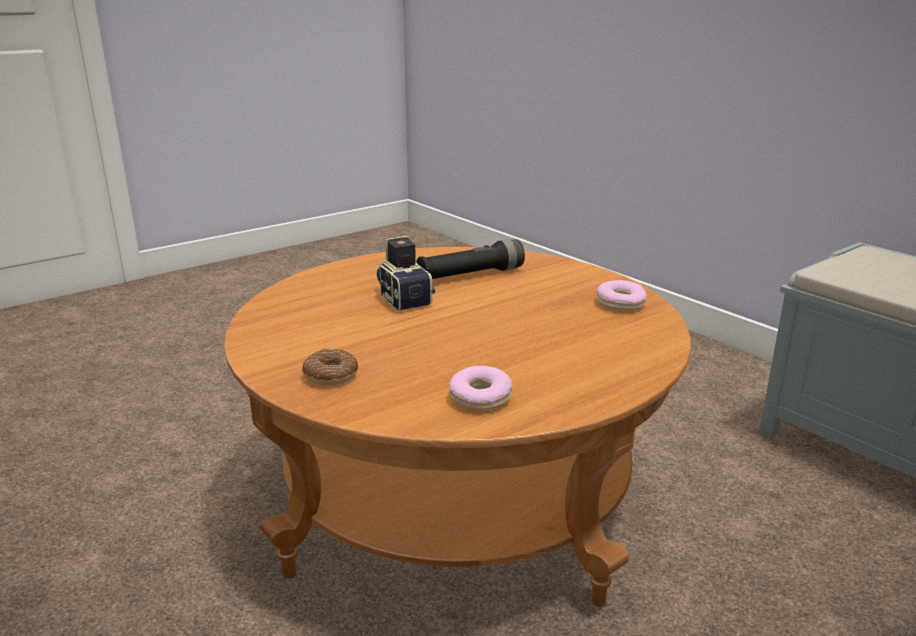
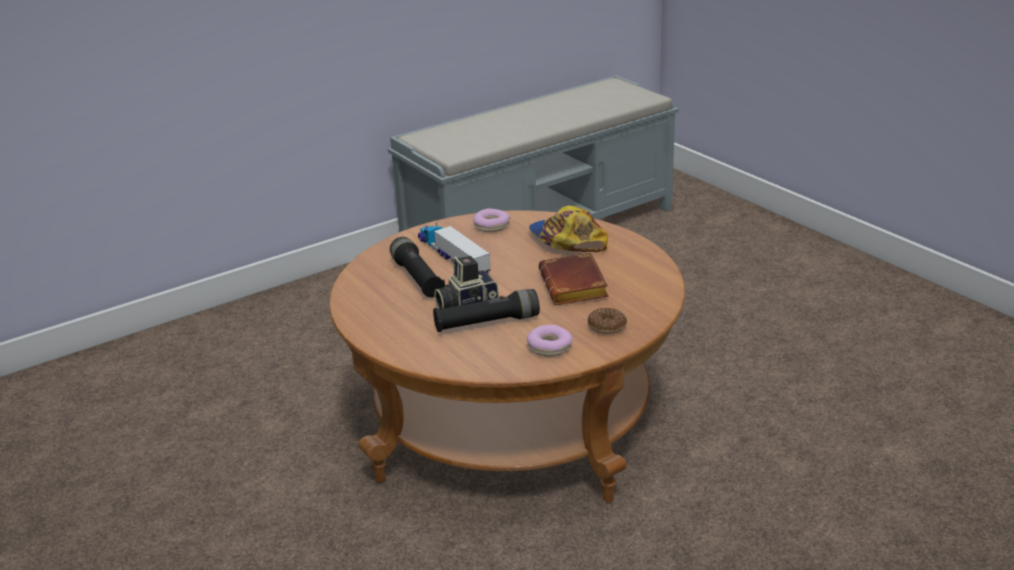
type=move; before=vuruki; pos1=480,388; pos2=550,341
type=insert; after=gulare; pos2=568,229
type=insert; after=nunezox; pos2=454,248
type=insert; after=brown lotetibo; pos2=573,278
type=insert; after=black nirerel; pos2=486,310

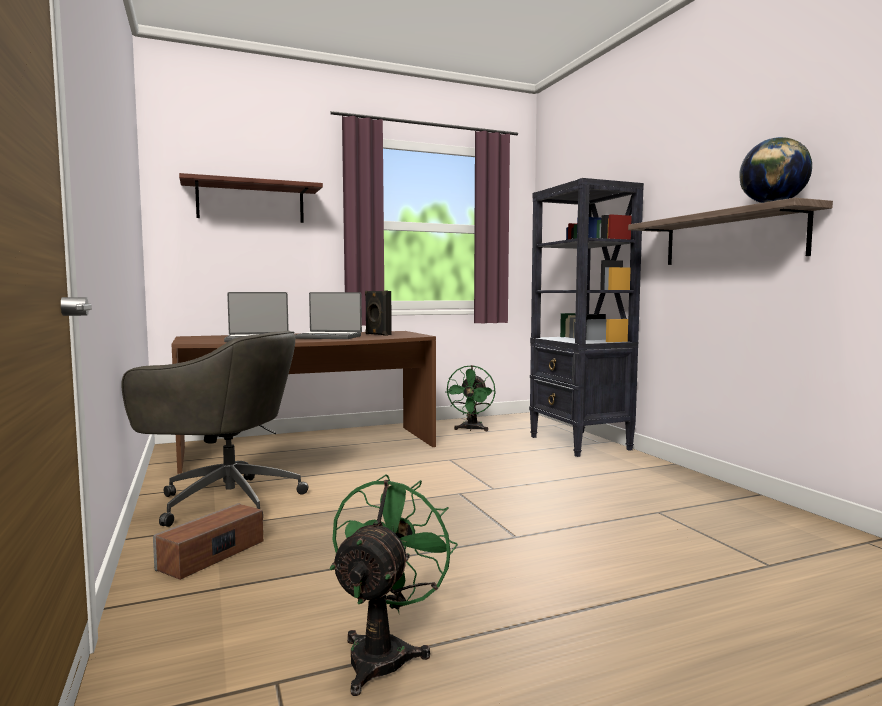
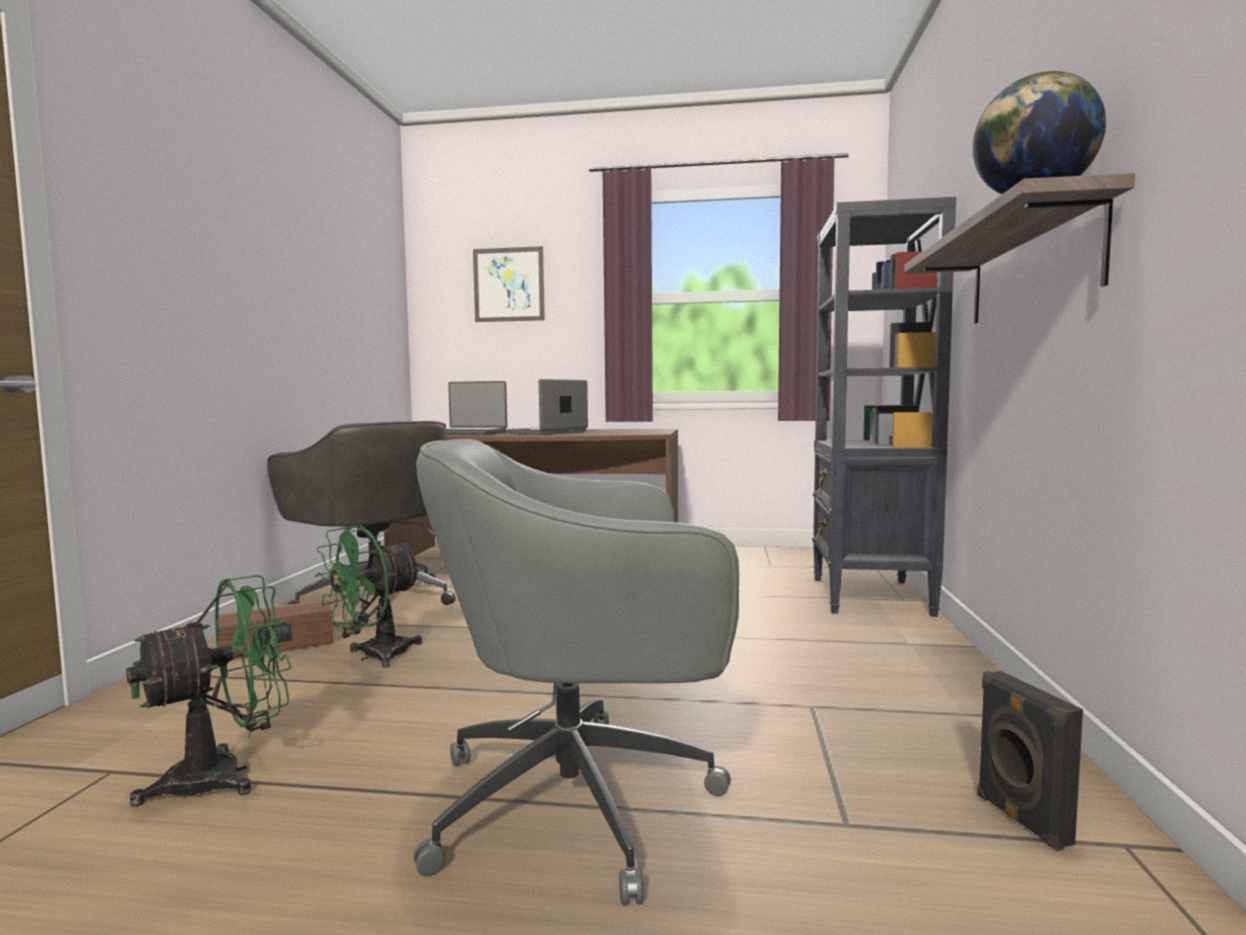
type=replace; before=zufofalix; after=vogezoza; pos1=251,198; pos2=509,284
type=move; before=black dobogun; pos1=378,313; pos2=1030,761
type=rotate; before=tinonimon; pos1=328,315; pos2=547,407; turn=90
type=move; before=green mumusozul; pos1=470,398; pos2=368,596
type=insert; after=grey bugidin; pos2=576,672

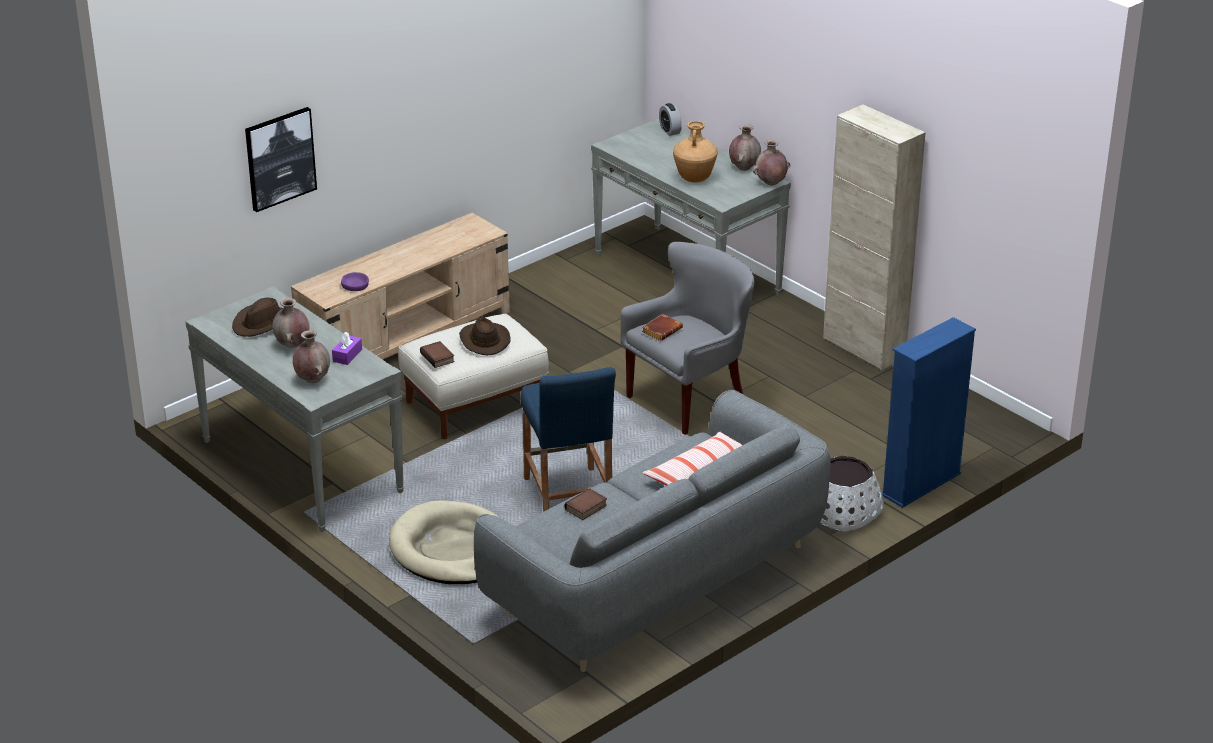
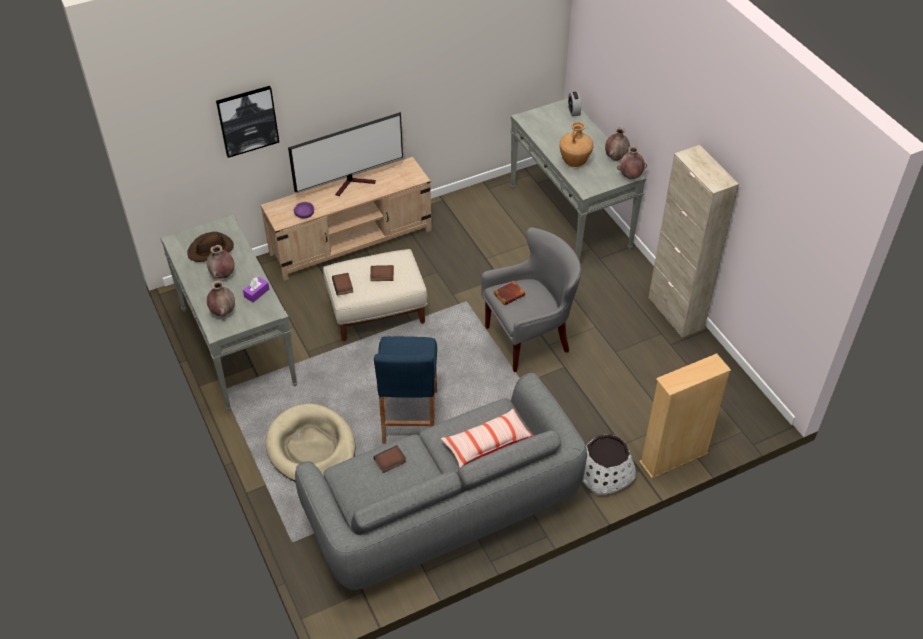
type=recolor; before=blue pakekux; after=beige pakekux; pos1=929,412; pos2=685,416
type=replace; before=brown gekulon; after=lotetibo; pos1=485,336; pos2=382,273
type=insert; after=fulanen; pos2=345,154

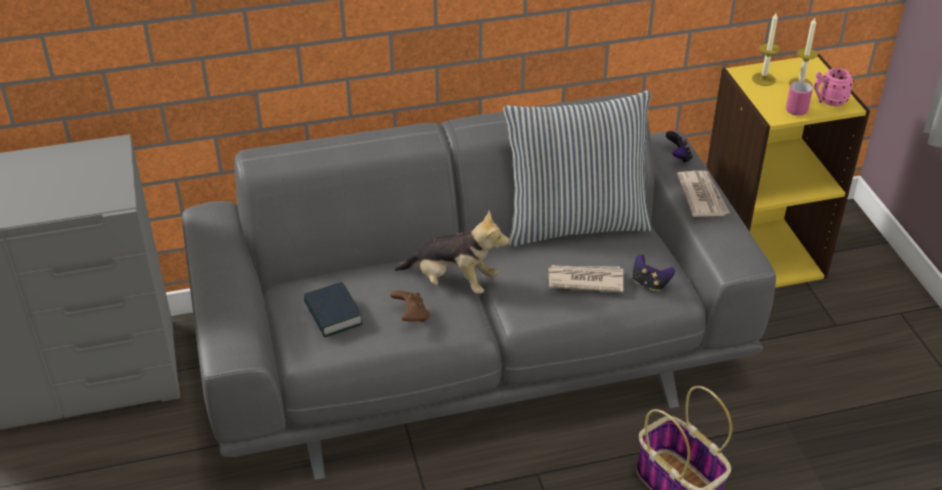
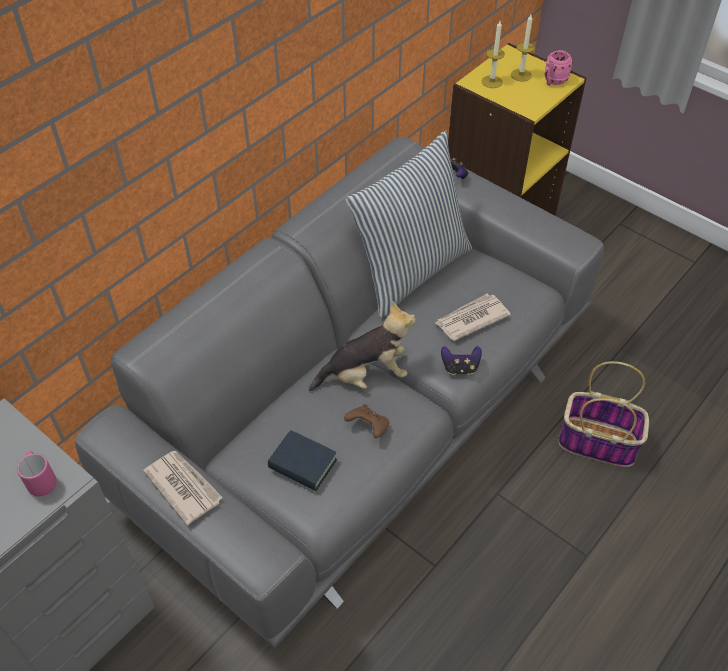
type=move; before=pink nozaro; pos1=799,98; pos2=37,473
type=move; before=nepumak; pos1=703,194; pos2=183,488
type=move; before=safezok; pos1=654,273; pos2=461,360

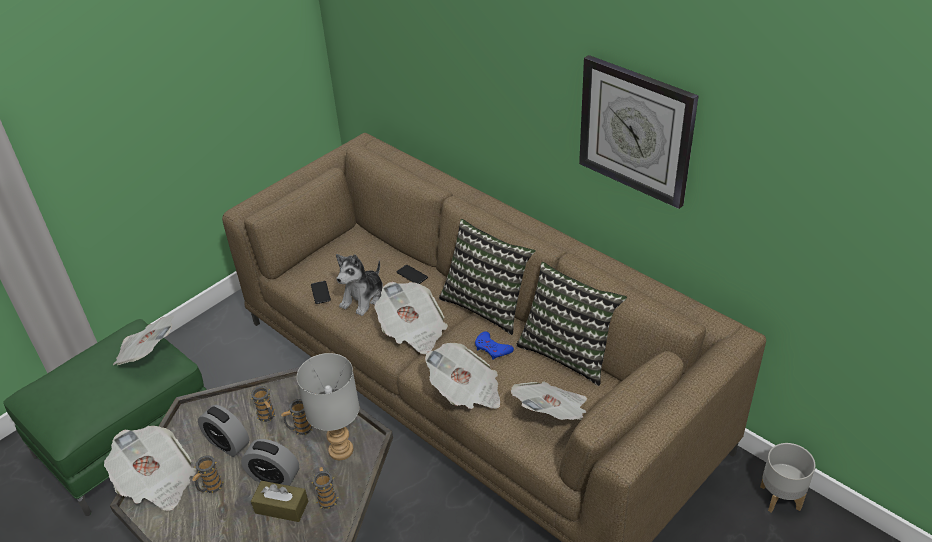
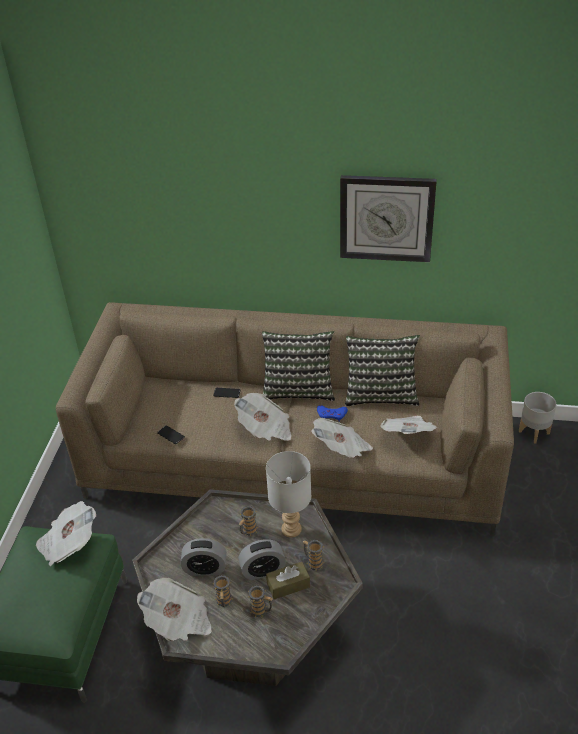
type=delete; before=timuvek; pos1=359,285
type=move; before=nozaro; pos1=263,404; pos2=260,601

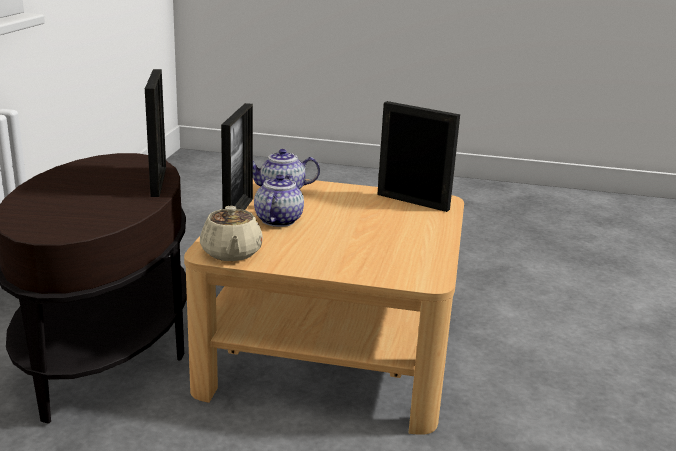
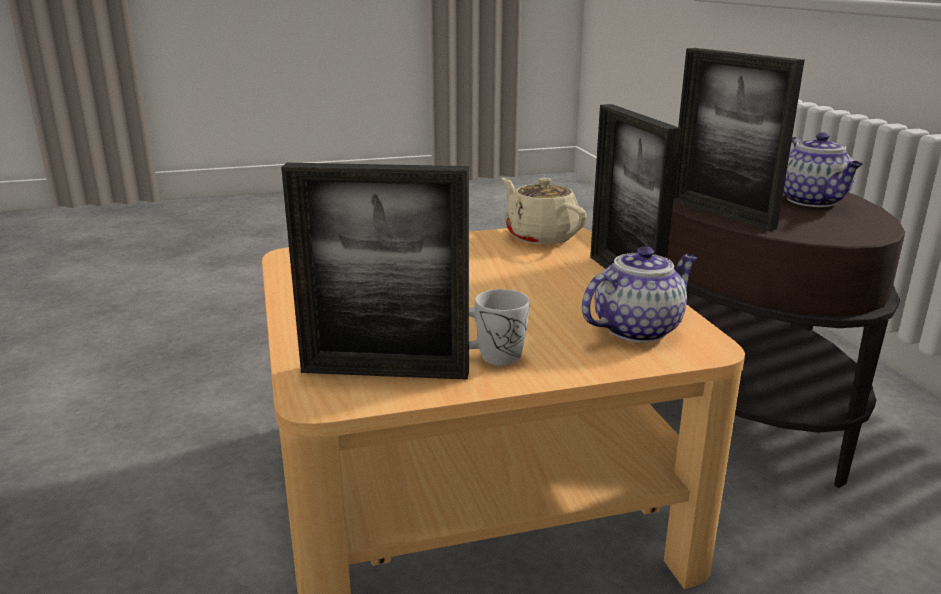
type=move; before=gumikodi; pos1=279,200; pos2=823,169
type=insert; after=white nozaro; pos2=499,327

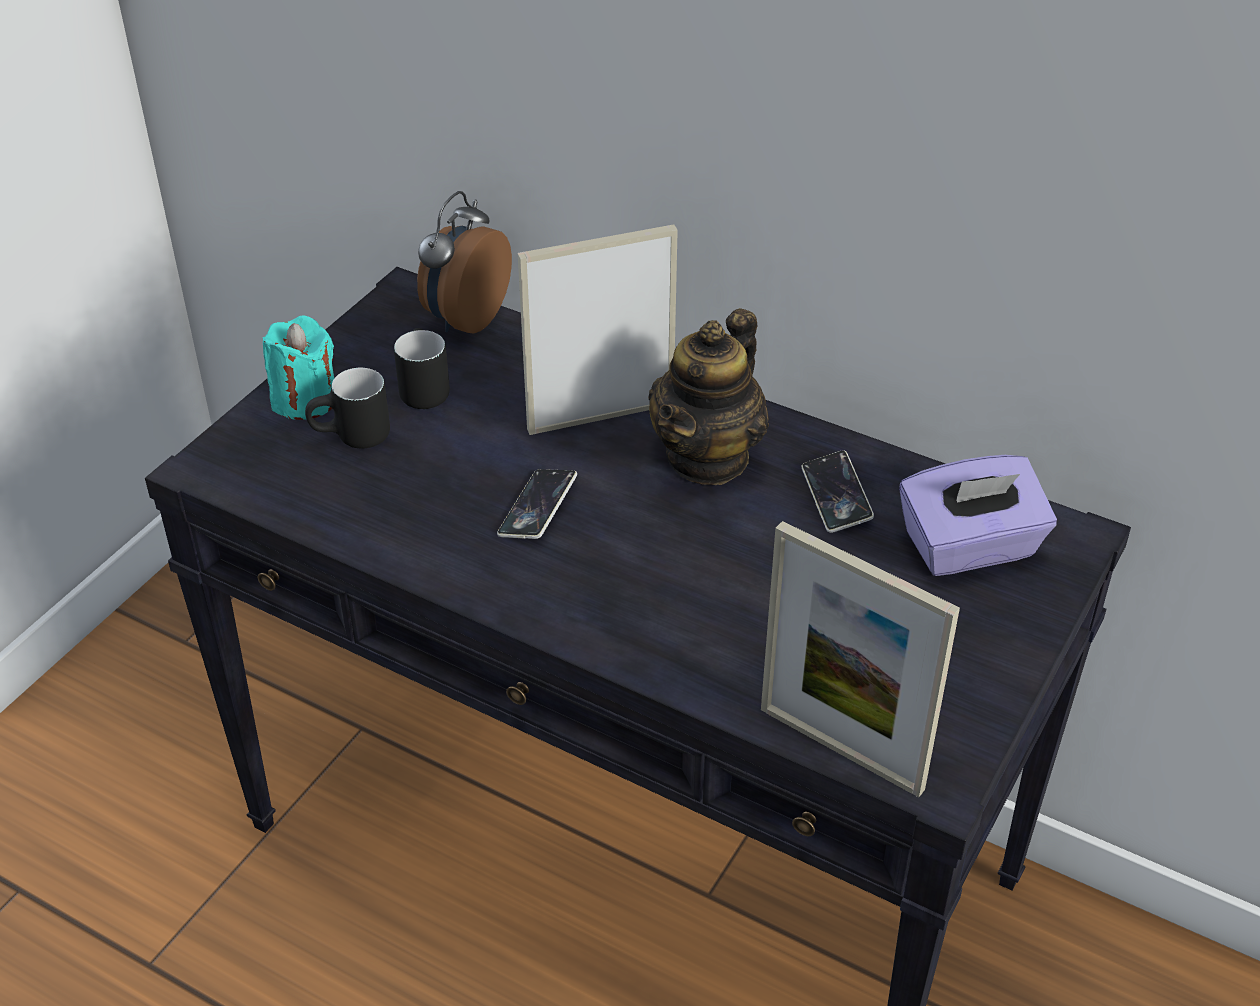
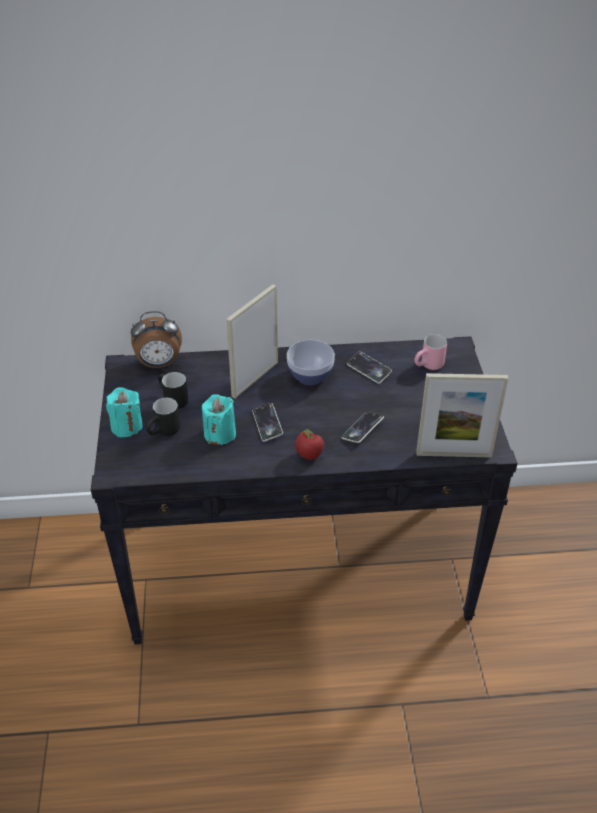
type=rotate; before=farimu; pos1=464,262; pos2=156,339; turn=-90
type=replace; before=gumikodi; after=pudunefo; pos1=708,396; pos2=311,362
type=replace; before=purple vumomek; after=pink nozaro; pos1=978,515; pos2=431,352
type=insert; after=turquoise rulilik; pos2=219,419
type=insert; after=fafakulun; pos2=362,427
type=insert; after=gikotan; pos2=309,444

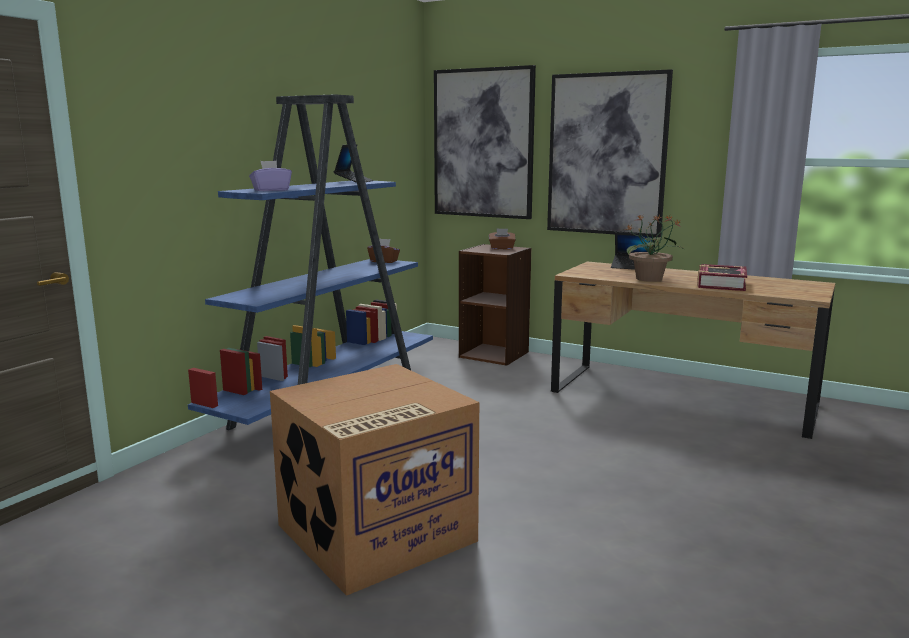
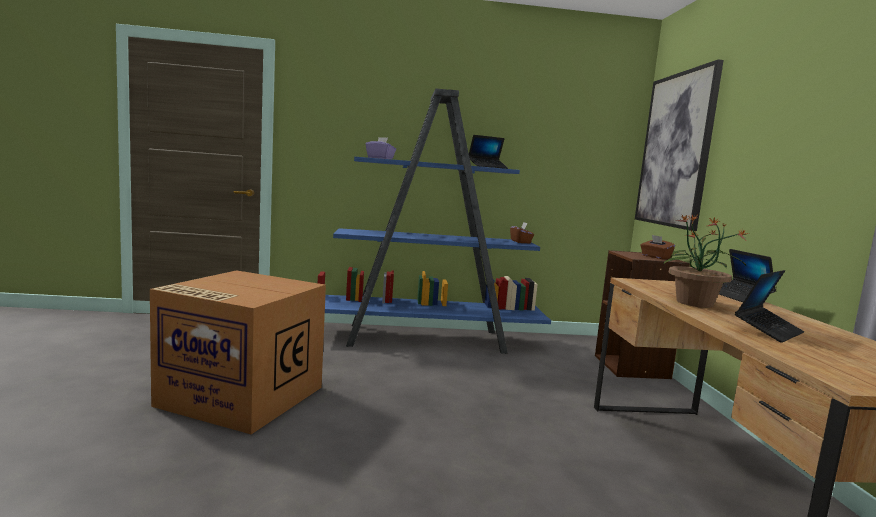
type=delete; before=vogezoza; pos1=610,153
type=replace; before=lotetibo; after=tinonimon; pos1=722,277; pos2=769,306

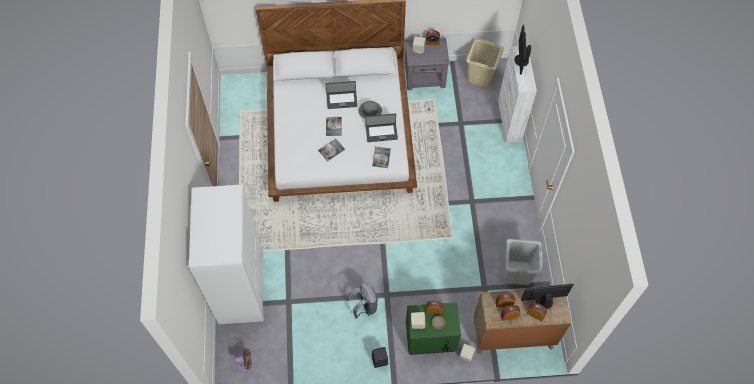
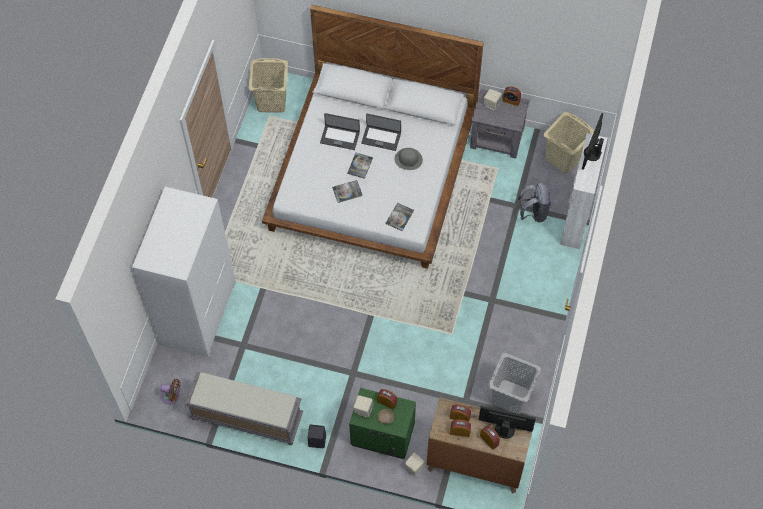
type=move; before=tinonimon; pos1=381,127; pos2=340,131
type=move; before=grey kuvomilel; pos1=362,301; pos2=534,202
type=insert; after=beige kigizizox; pos2=268,85
type=insert; after=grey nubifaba; pos2=244,408

